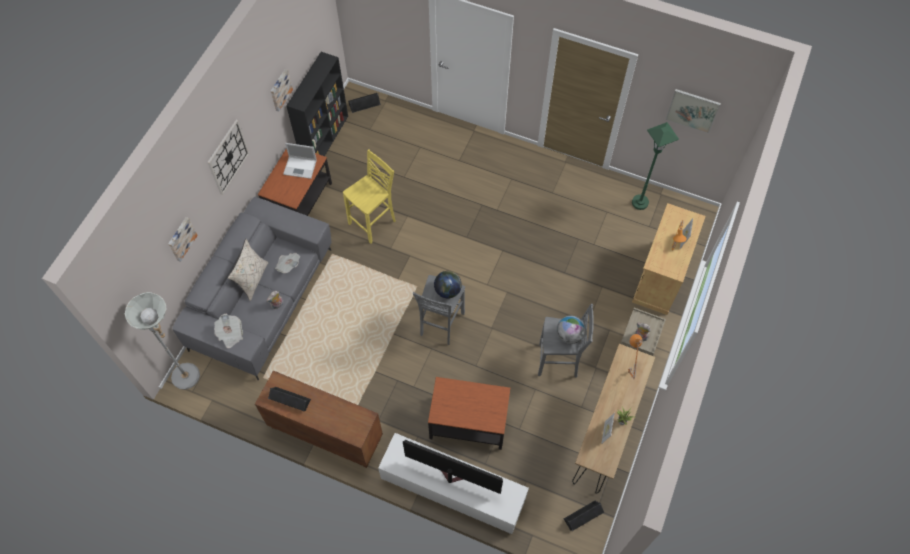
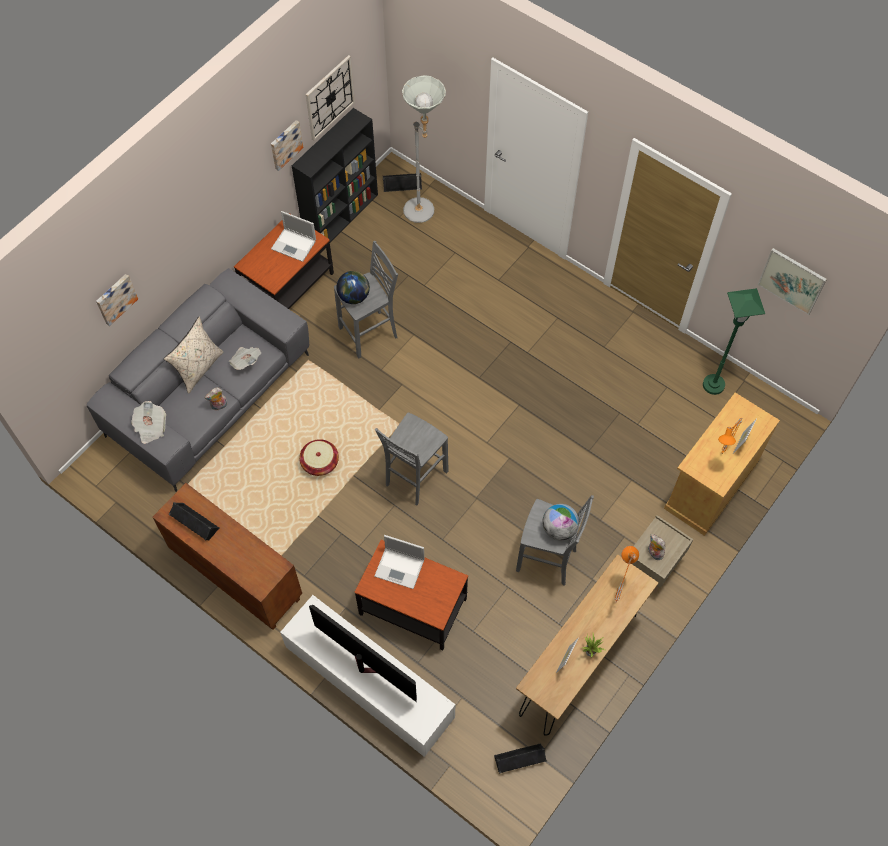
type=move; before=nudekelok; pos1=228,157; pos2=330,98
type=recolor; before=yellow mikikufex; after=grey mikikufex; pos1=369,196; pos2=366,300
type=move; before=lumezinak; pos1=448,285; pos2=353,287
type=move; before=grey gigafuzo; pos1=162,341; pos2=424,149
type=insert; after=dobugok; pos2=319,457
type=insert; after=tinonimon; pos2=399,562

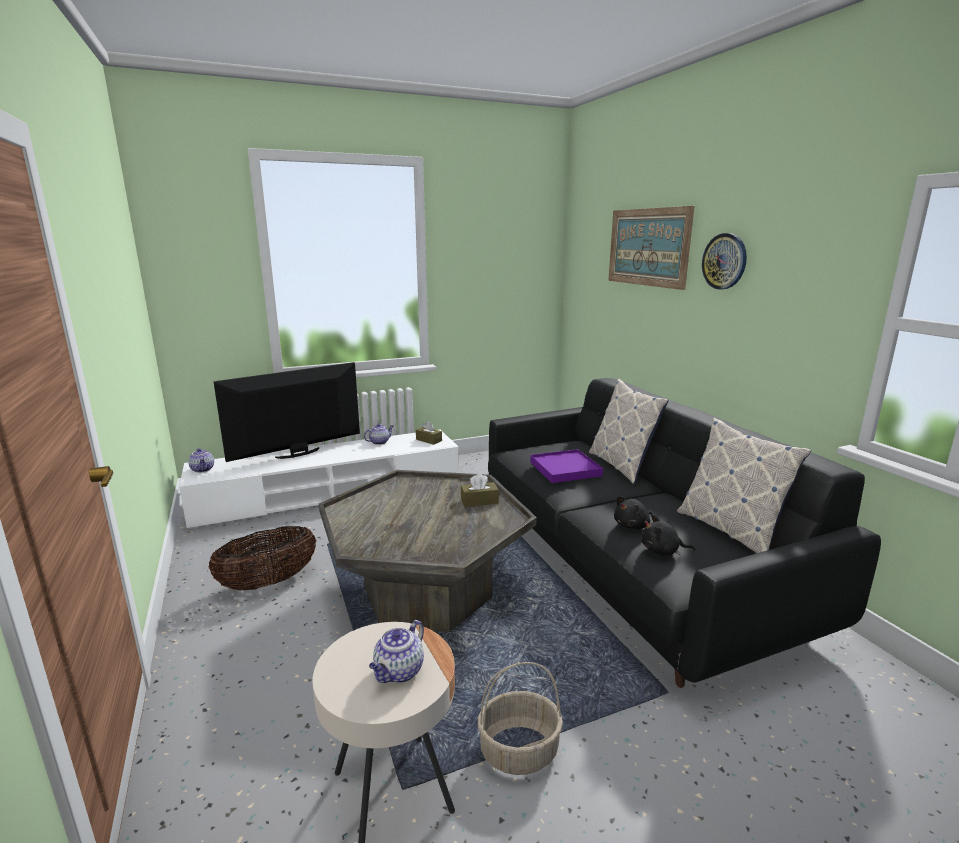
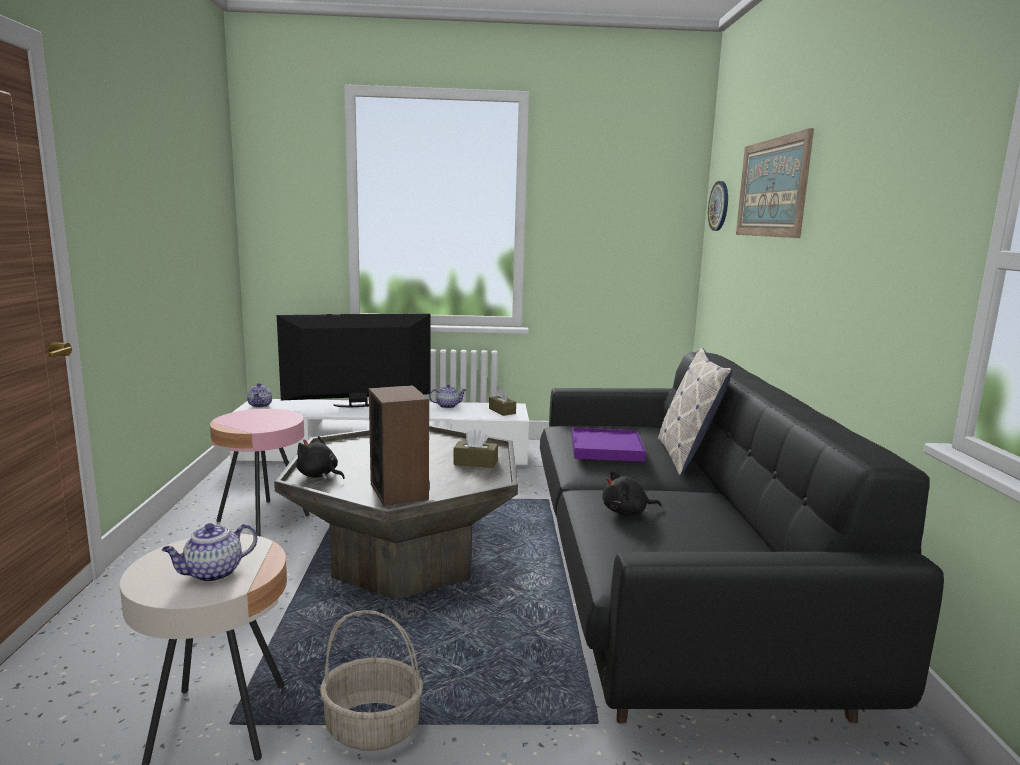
type=move; before=nudekelok; pos1=724,261; pos2=718,206
type=delete; before=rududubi; pos1=744,485
type=move; before=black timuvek; pos1=668,535; pos2=320,457
type=replace; before=dobugok; after=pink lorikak; pos1=263,558; pos2=259,473
type=insert; after=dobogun; pos2=399,445

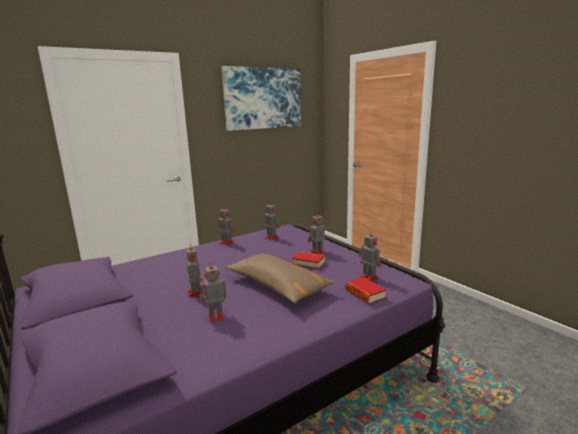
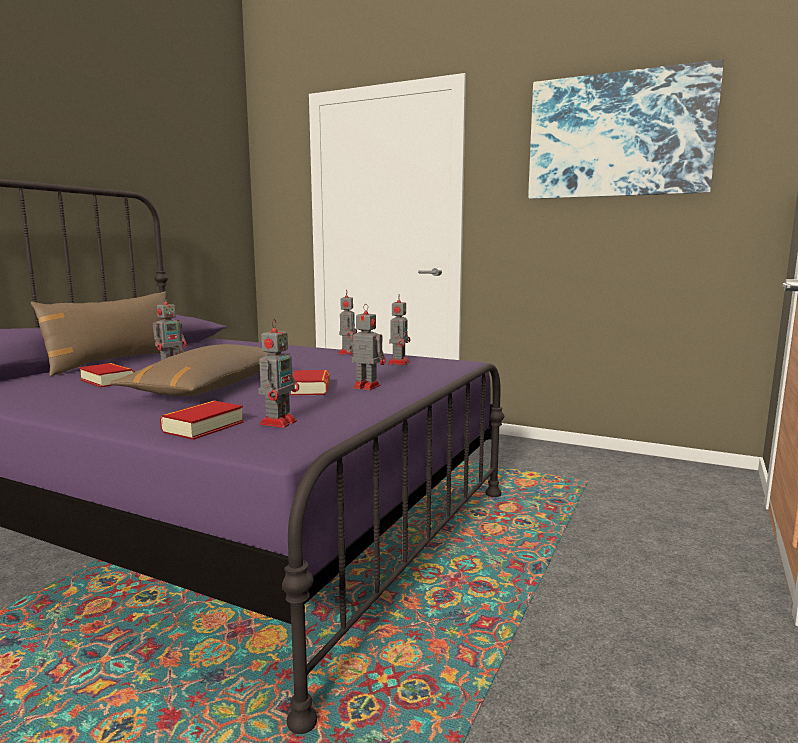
type=replace; before=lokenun; after=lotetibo; pos1=213,291; pos2=107,375
type=insert; after=brown rududubi; pos2=107,333

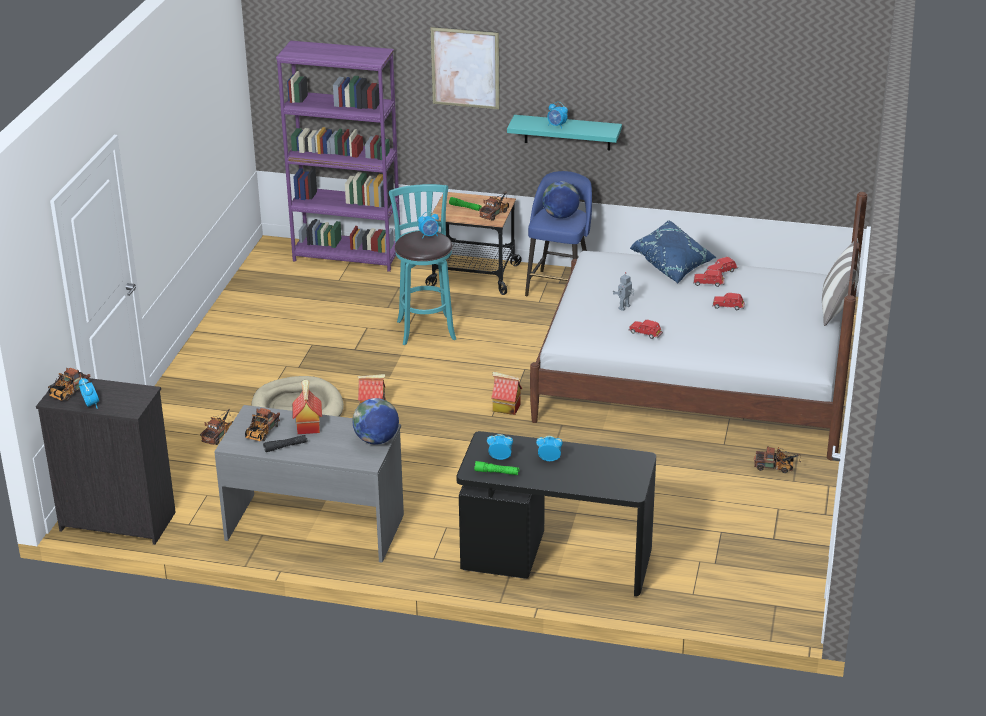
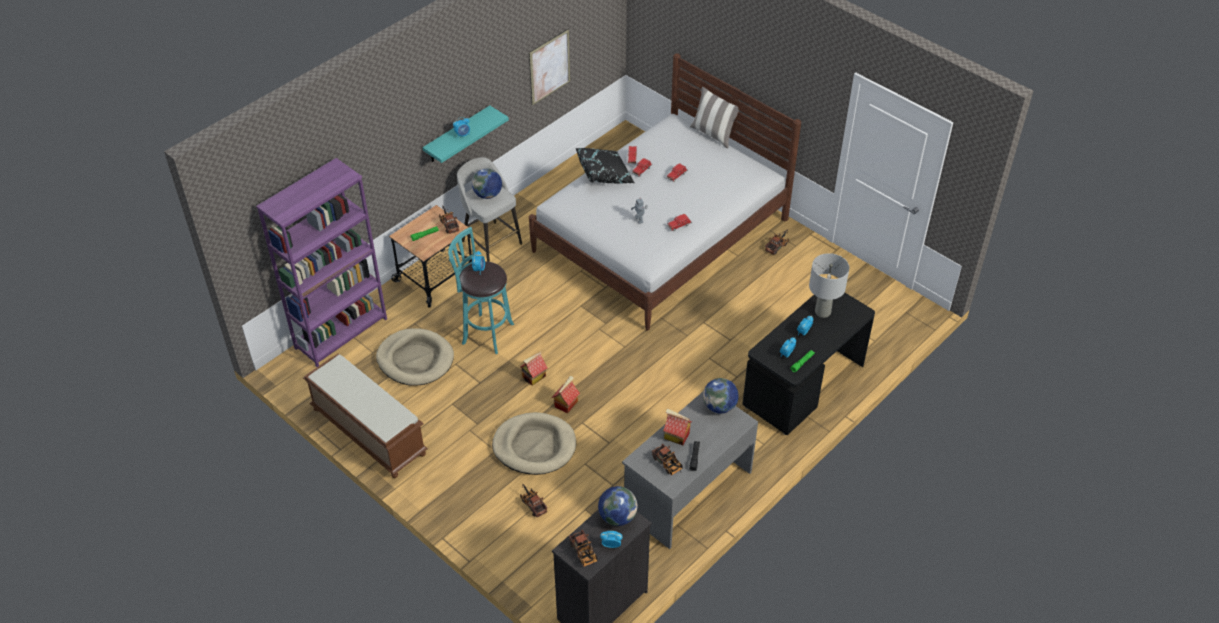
type=move; before=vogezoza; pos1=465,68; pos2=549,67
type=recolor; before=blue mikikufex; after=grey mikikufex; pos1=558,234; pos2=489,209
type=recolor; before=blue rududubi; after=black rududubi; pos1=673,251; pos2=605,165
type=move; before=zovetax; pos1=506,393; pos2=533,369
type=insert; after=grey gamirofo; pos2=829,285
type=insert; after=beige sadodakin; pos2=415,357
type=insert; after=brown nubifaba; pos2=365,416
type=insert; after=lumezinak; pos2=617,506

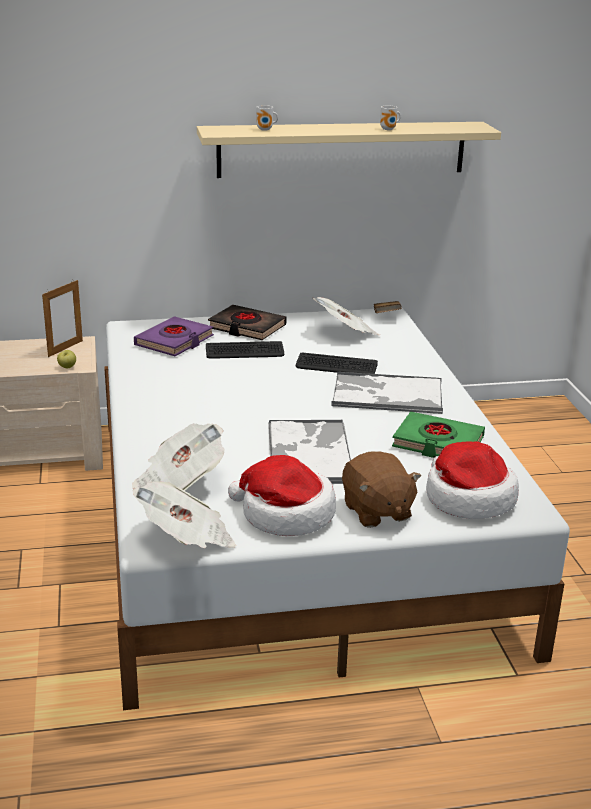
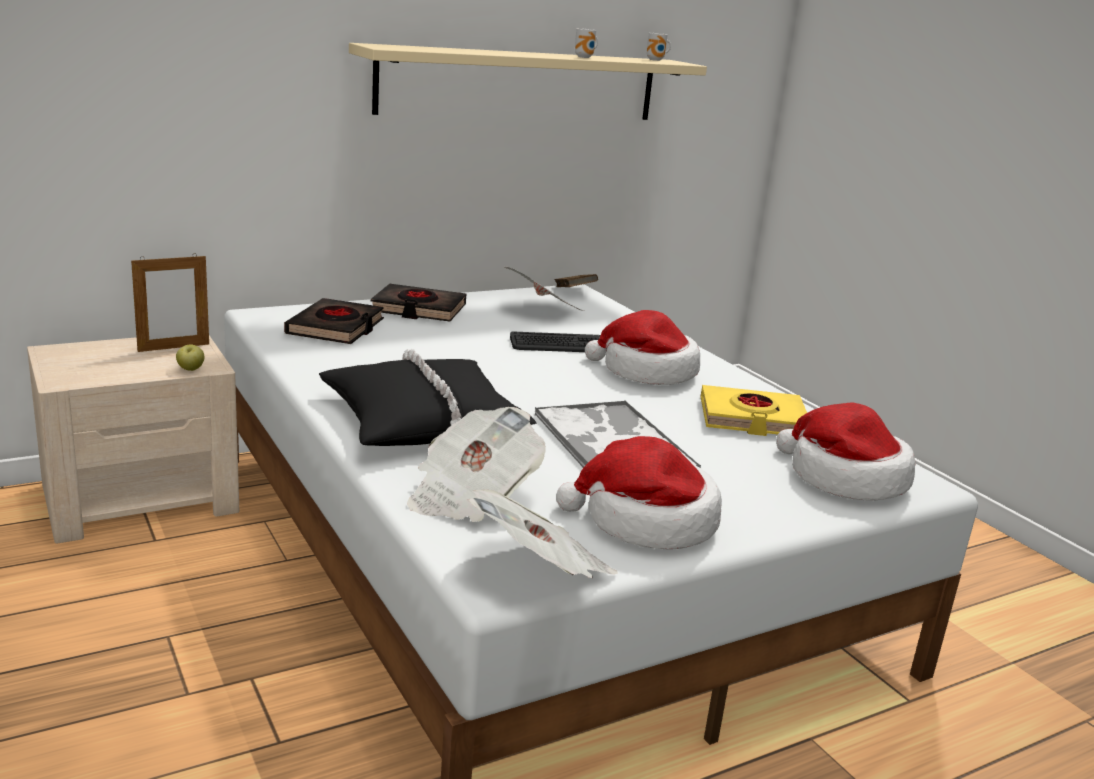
type=move; before=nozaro; pos1=267,118; pos2=659,47
type=rotate; before=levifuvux; pos1=62,318; pos2=170,302; turn=45
type=recolor; before=purple lotetibo; after=black lotetibo; pos1=174,336; pos2=334,321
type=delete; before=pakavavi; pos1=245,350
type=replace; before=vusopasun; after=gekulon; pos1=387,393; pos2=642,347
type=recolor; before=green lotetibo; after=yellow lotetibo; pos1=438,434; pos2=754,410
type=delete; before=brown timuvek; pos1=381,490
type=insert; after=black rududubi; pos2=428,397

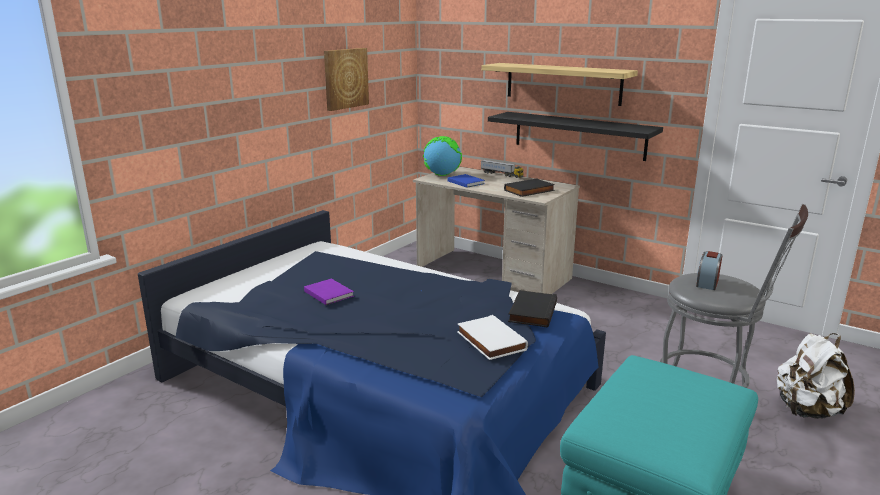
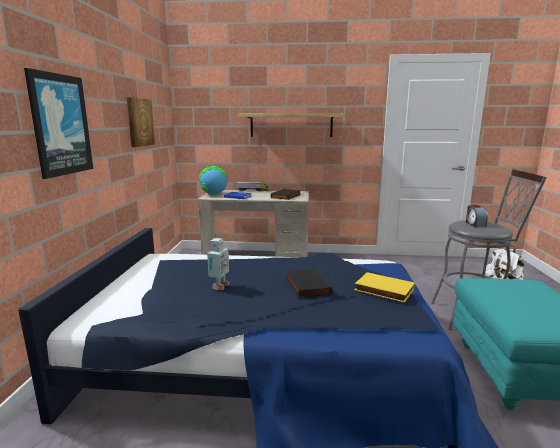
type=delete; before=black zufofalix; pos1=575,136
type=replace; before=purple lotetibo; after=lokenun; pos1=329,292; pos2=218,264
type=move; before=black lotetibo; pos1=532,309; pos2=309,283
type=recolor; before=white lotetibo; after=yellow lotetibo; pos1=492,337; pos2=385,287
type=insert; after=vogezoza; pos2=58,123

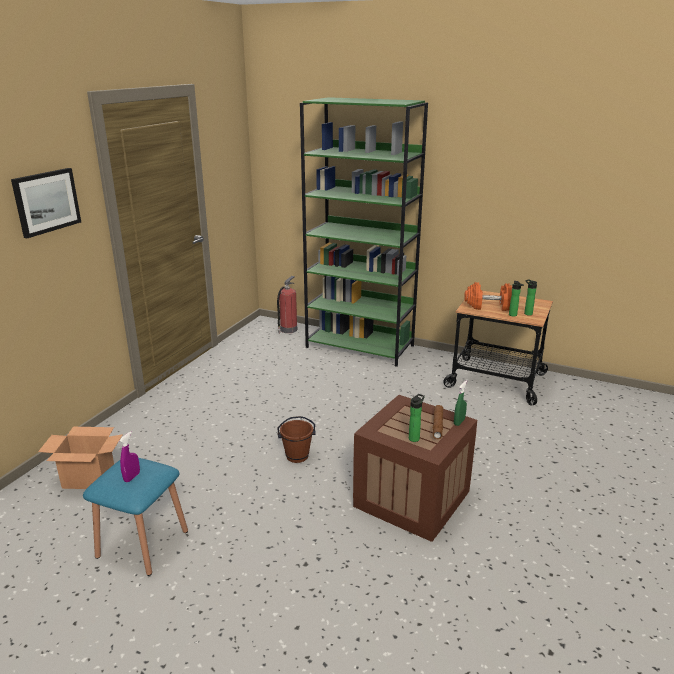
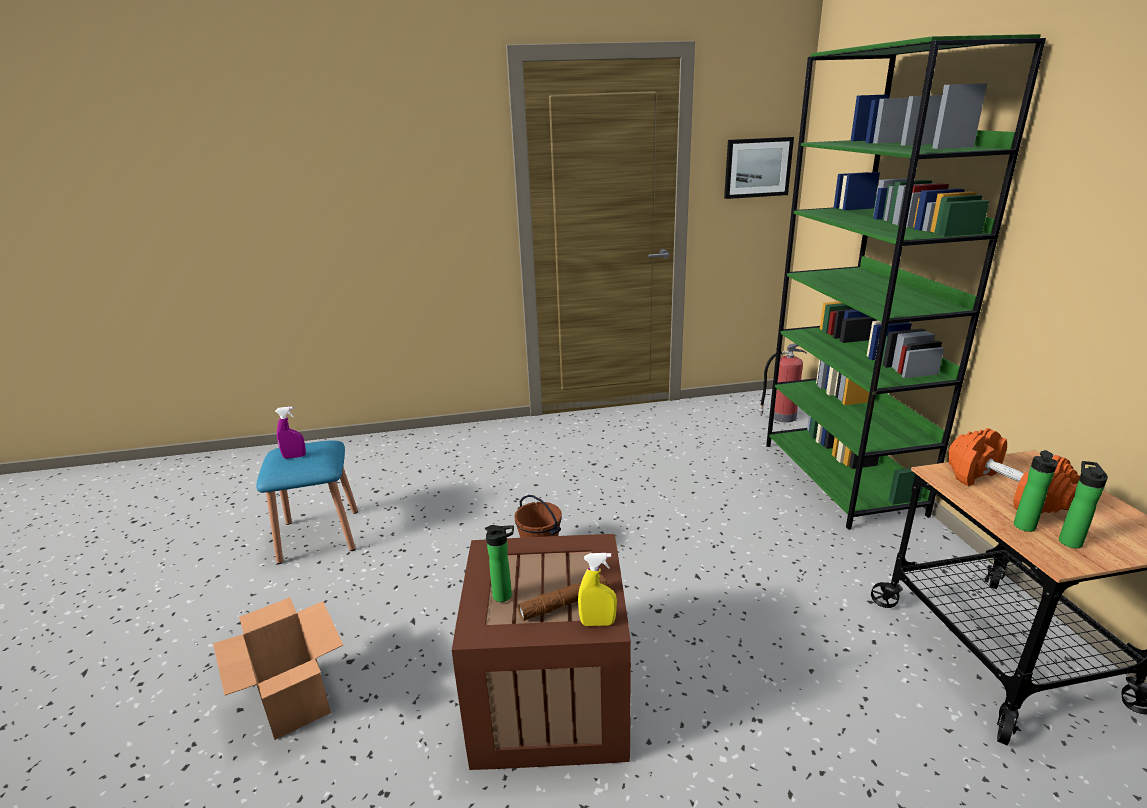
type=move; before=vogezoza; pos1=46,203; pos2=759,168
type=recolor; before=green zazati; after=yellow zazati; pos1=460,403; pos2=597,589
type=move; before=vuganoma; pos1=80,458; pos2=278,668

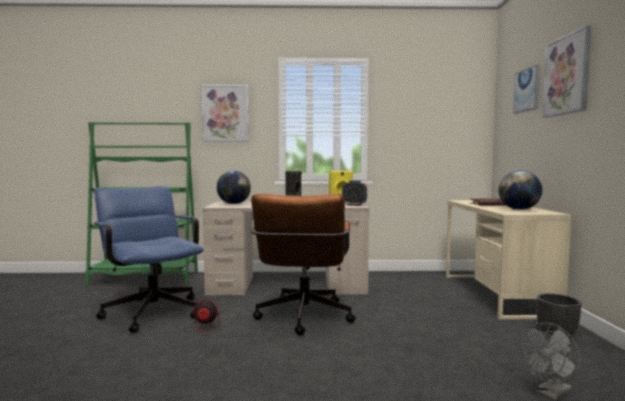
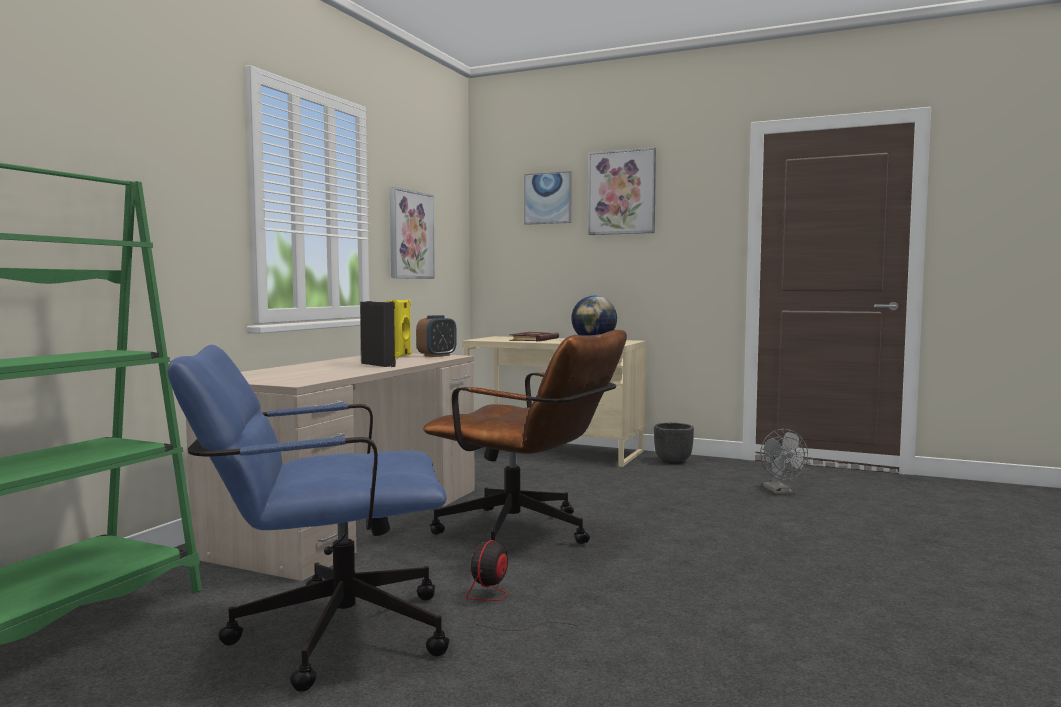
type=move; before=vogezoza; pos1=225,113; pos2=412,233
type=delete; before=lumezinak; pos1=234,187

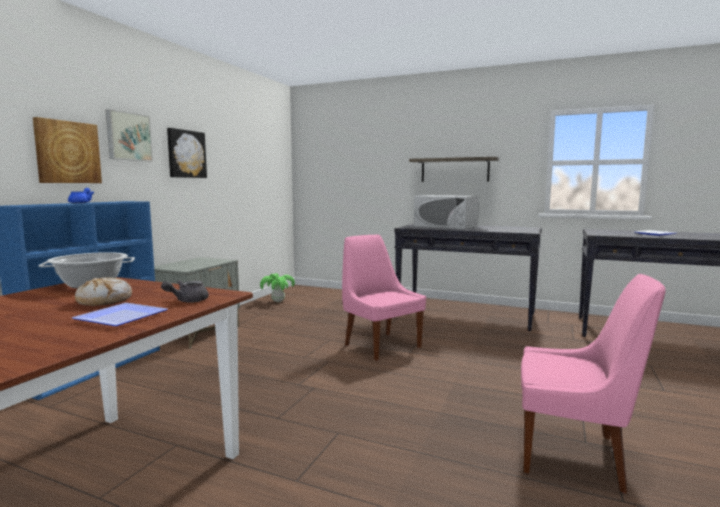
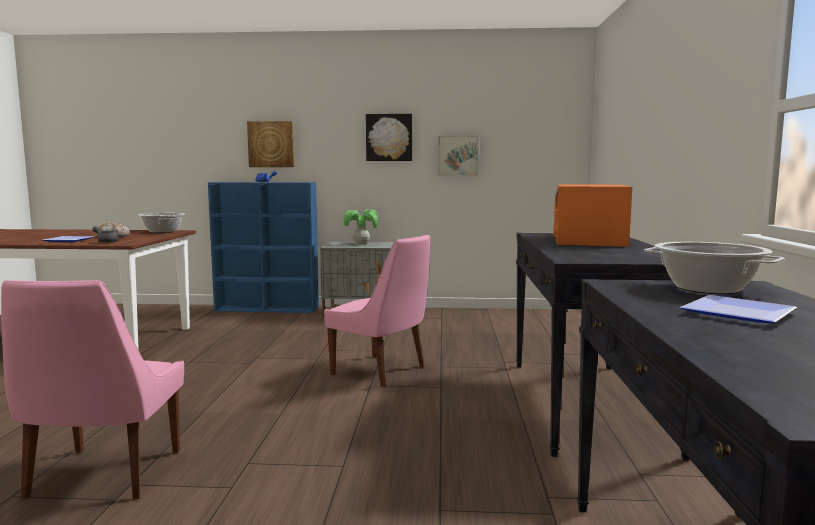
type=move; before=vogezoza; pos1=129,135; pos2=458,156
type=delete; before=zufofalix; pos1=454,169
type=recolor; before=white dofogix; after=orange dofogix; pos1=446,212; pos2=592,215
type=rotate; before=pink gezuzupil; pos1=384,298; pos2=377,311; turn=90
type=move; before=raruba; pos1=277,287; pos2=361,227
type=insert; after=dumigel; pos2=714,268

